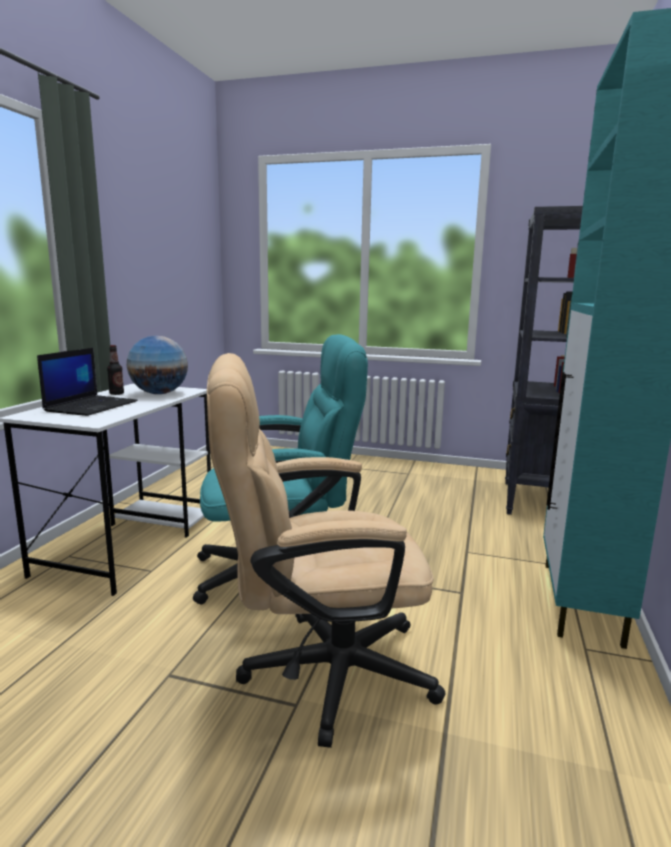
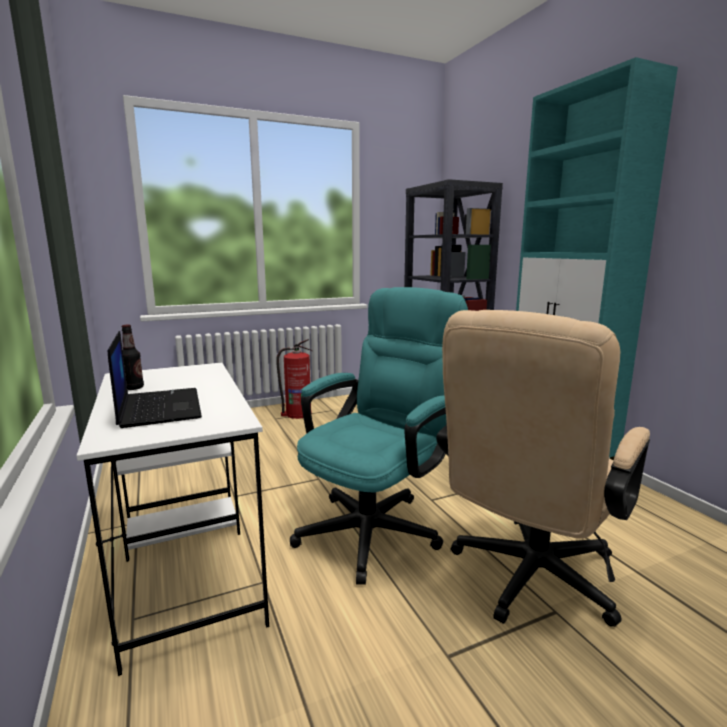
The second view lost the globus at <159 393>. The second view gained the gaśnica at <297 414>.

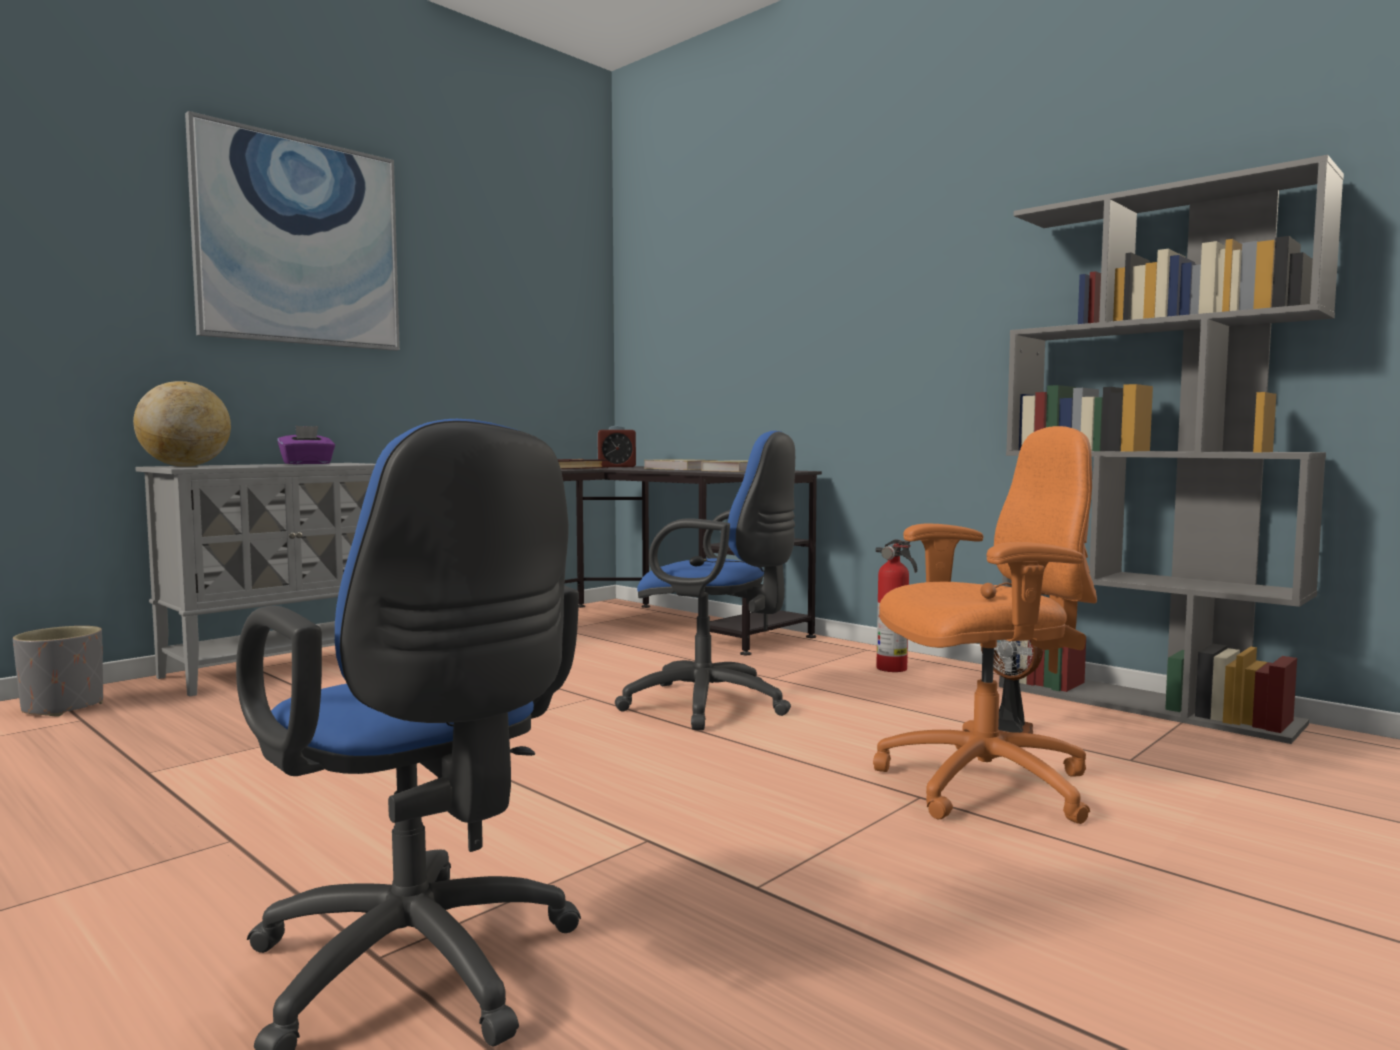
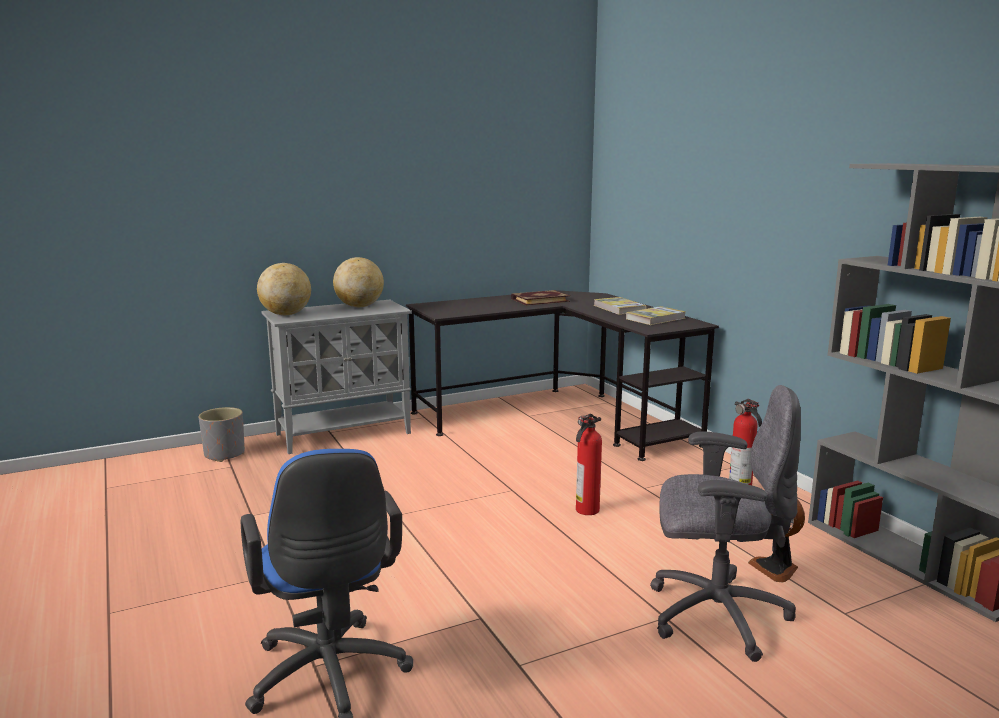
The second view lost the obraz at <299 242>. Where the pudełko chusteczek [fioletowy] stood at <307 463>, the globus came to stand at <359 306>. The second view lost the budzik at <616 467>. Where the krzesło biurowe [niebieski] stood at <714 706>, the gaśnica came to stand at <586 510>. What was the krzesło biurowe [pomarańczowy] at <981 784> turned into the krzesło biurowe [szary] at <715 615>.

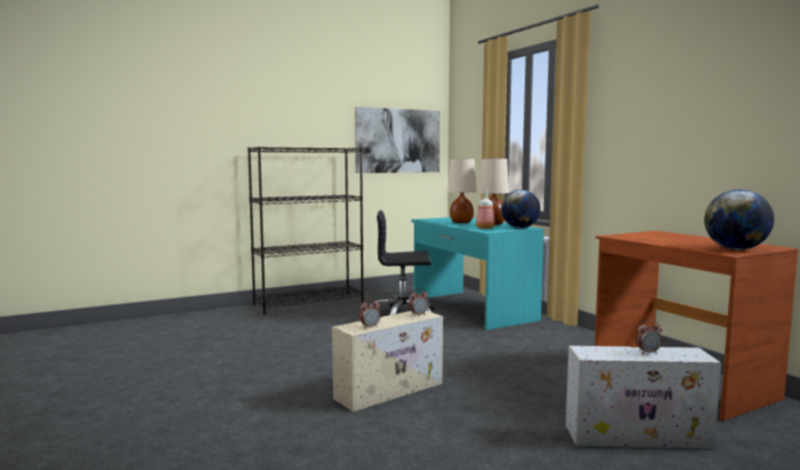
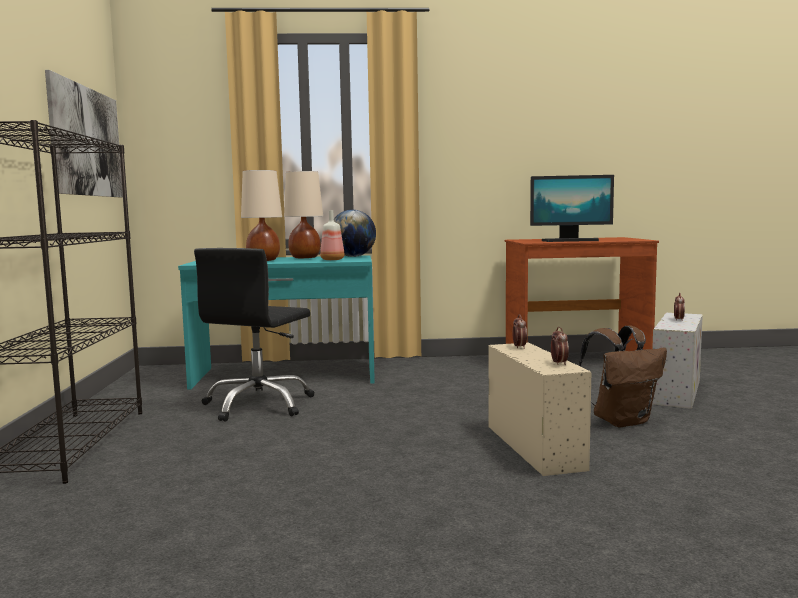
The second view lost the globus at <736 249>. The second view gained the monitor at <570 241>. The second view gained the plecak [brązowy] at <621 421>.

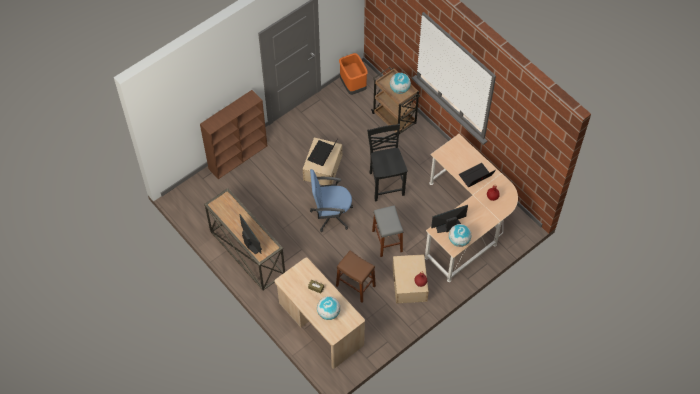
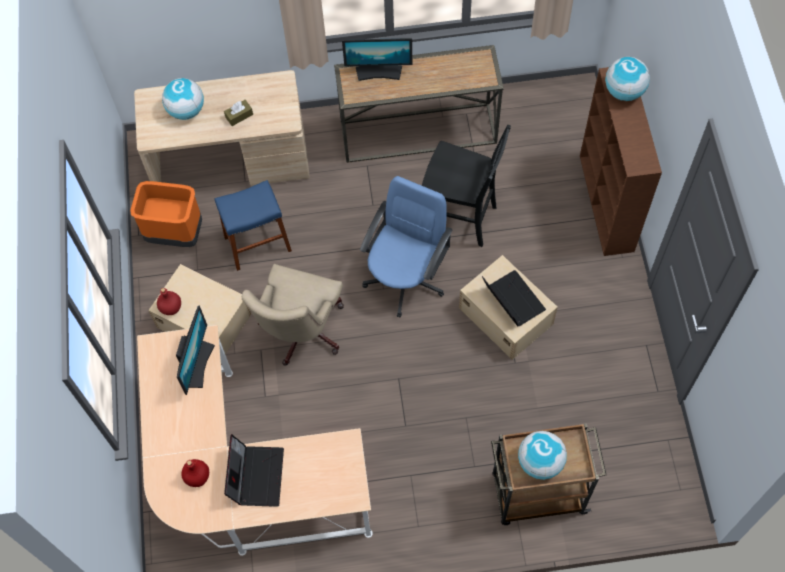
What was the stołek [brązowy] at <355 286> turned into the stołek [niebieski] at <257 244>. The kosz na śmieci [pomarańczowy] ended up elsewhere, having gone from <352 86> to <176 234>. The krzesło [czarny] ended up elsewhere, having gone from <386 183> to <460 218>. Where the stołek [szary] stood at <387 241>, the krzesło biurowe [beżowy] came to stand at <300 332>. The globus ended up elsewhere, having gone from <459 240> to <624 91>.

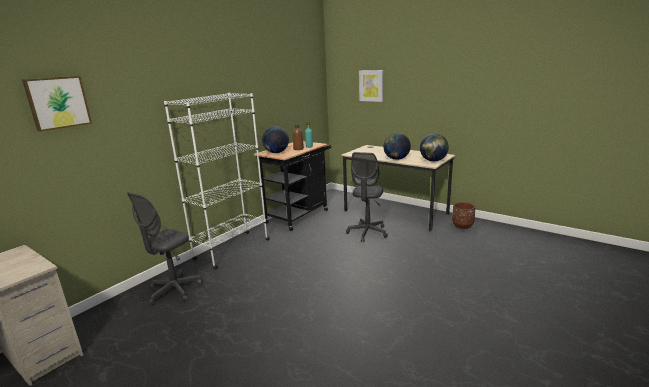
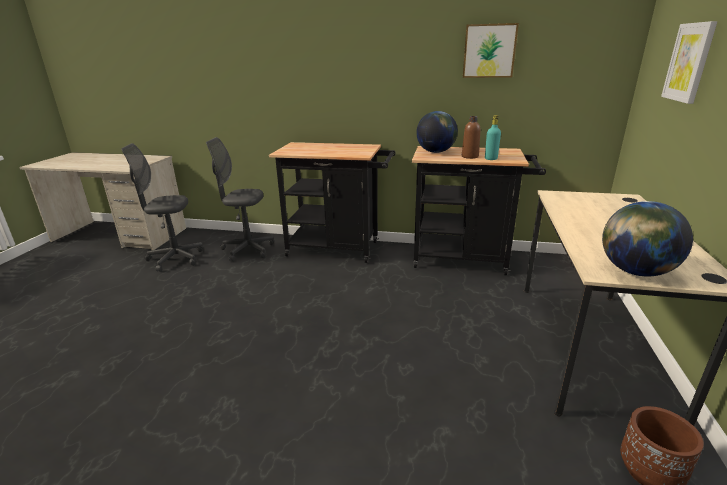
The obraz ended up elsewhere, having gone from <58 102> to <489 51>. Where the regał [biały] stood at <232 250>, the wózek [czarny] came to stand at <339 249>. The krzesło biurowe [szary] ended up elsewhere, having gone from <367 233> to <175 259>. The second view lost the globus at <396 159>.

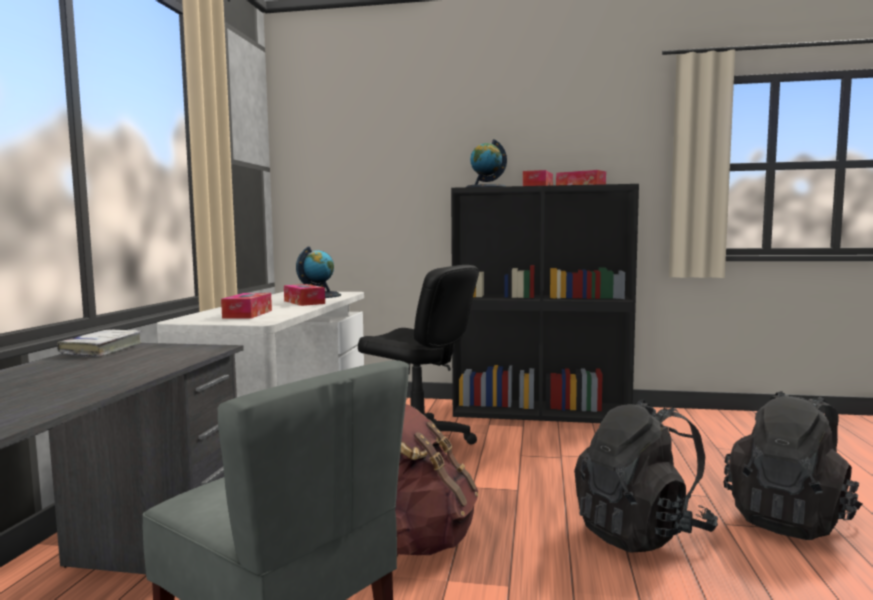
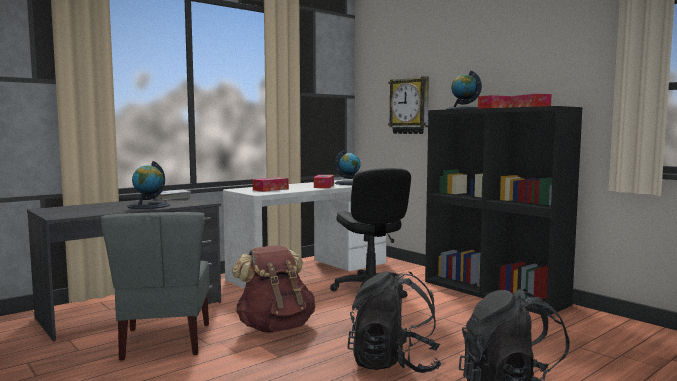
The second view gained the globus at <148 206>. The second view gained the zegar ścienny at <410 106>.

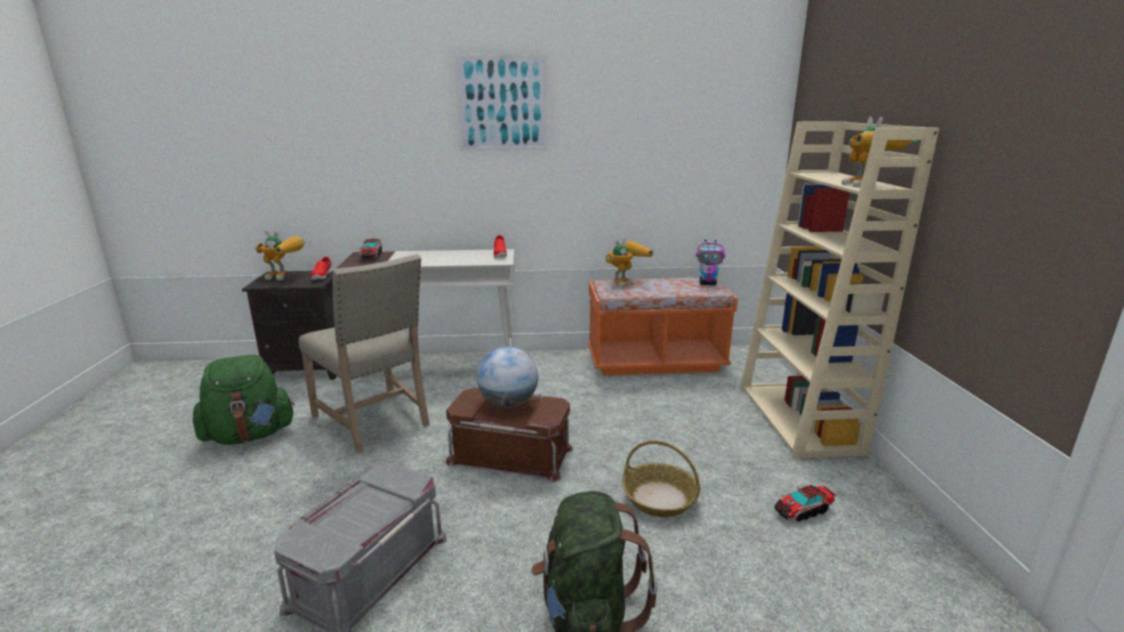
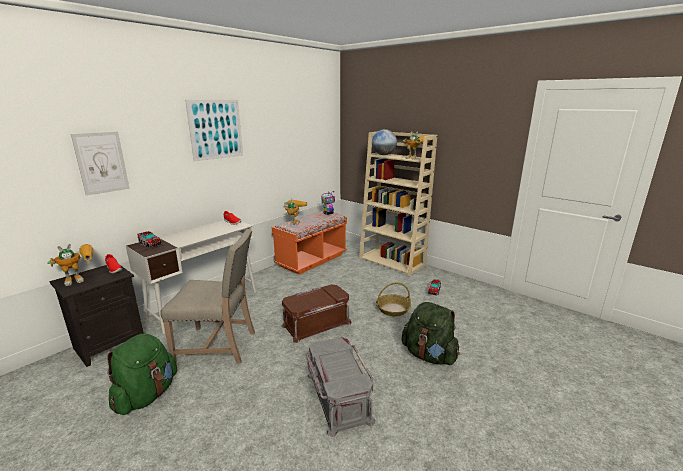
The globus ended up elsewhere, having gone from <508 404> to <383 155>. The second view gained the obraz at <101 163>.

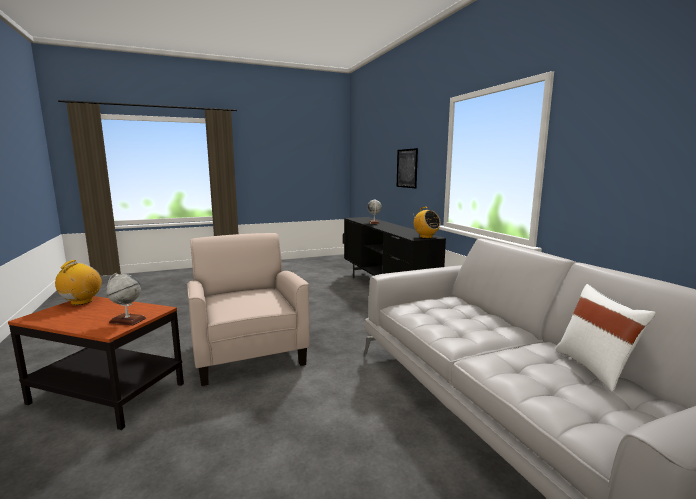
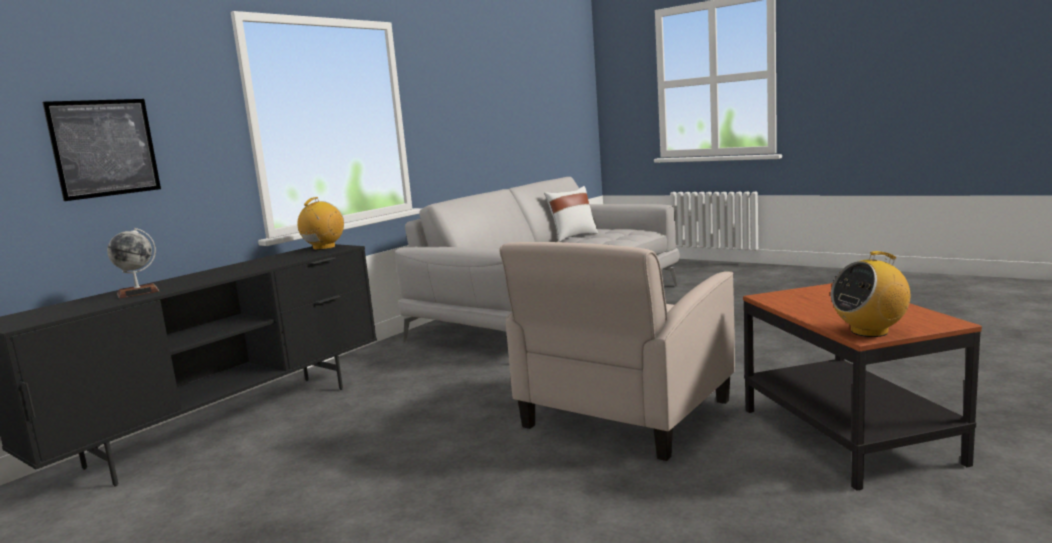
The second view lost the globus at <127 320>.

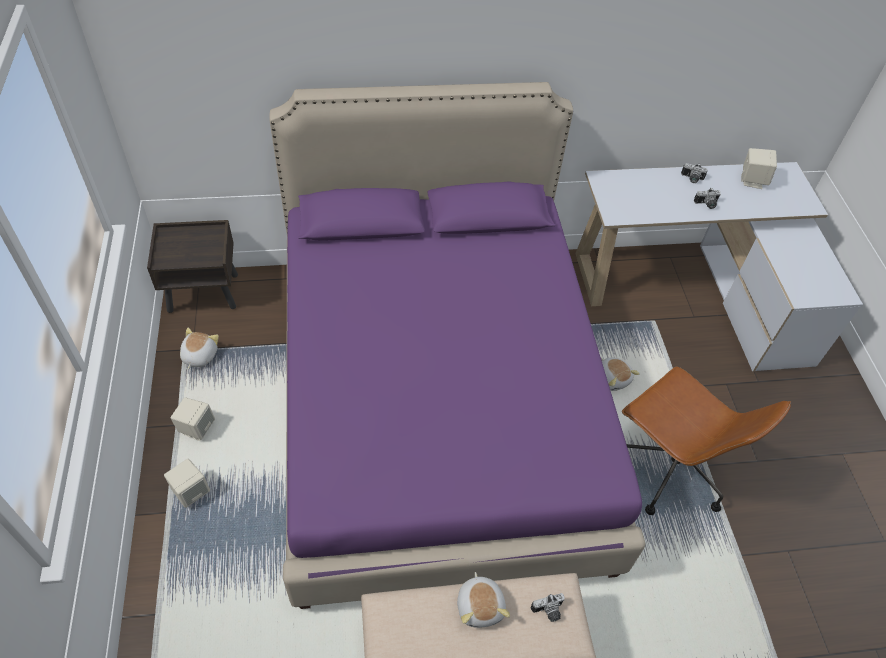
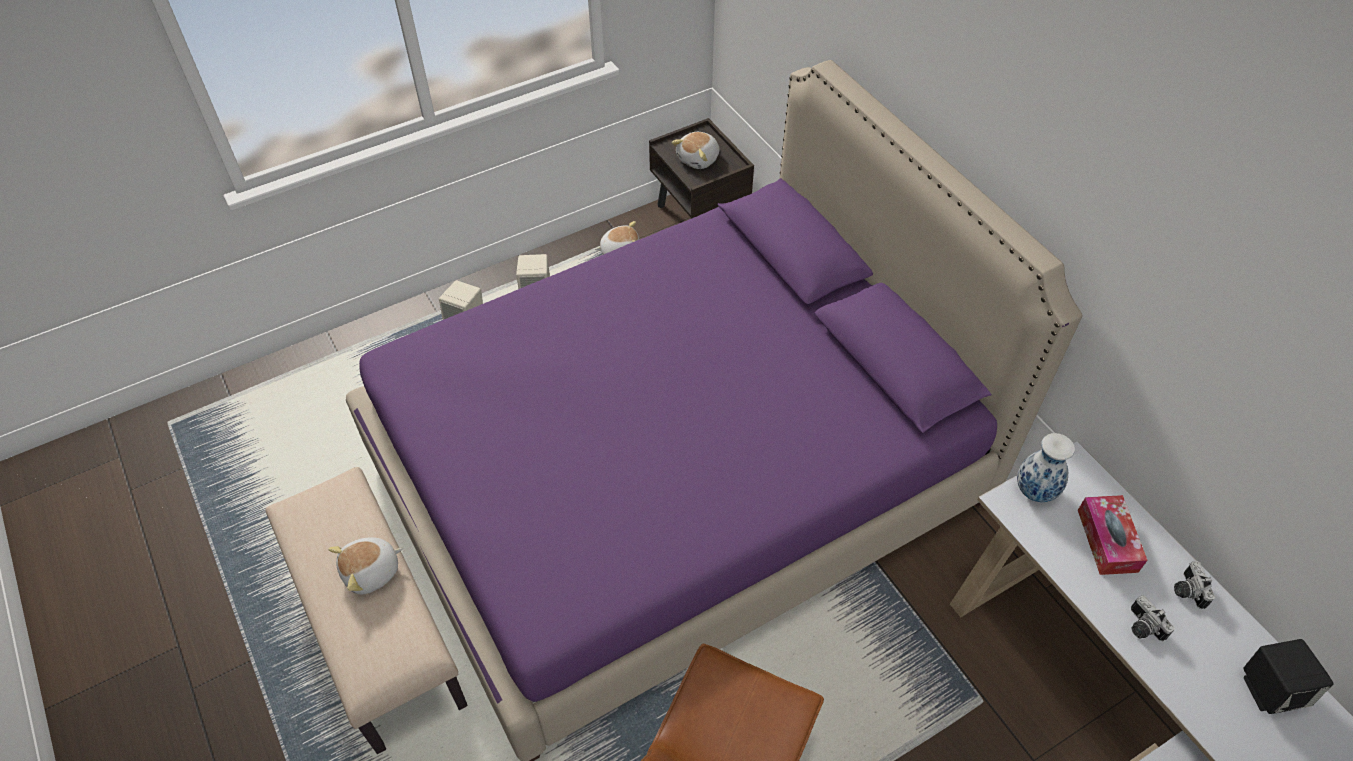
The second view lost the aparat fotograficzny at <548 612>. The pluszak ended up elsewhere, having gone from <612 378> to <699 159>. What was the głośnik [beżowy] at <752 180> turned into the głośnik [czarny] at <1270 689>. The second view gained the wazon at <1034 492>. The second view gained the pudełko chusteczek at <1107 540>.

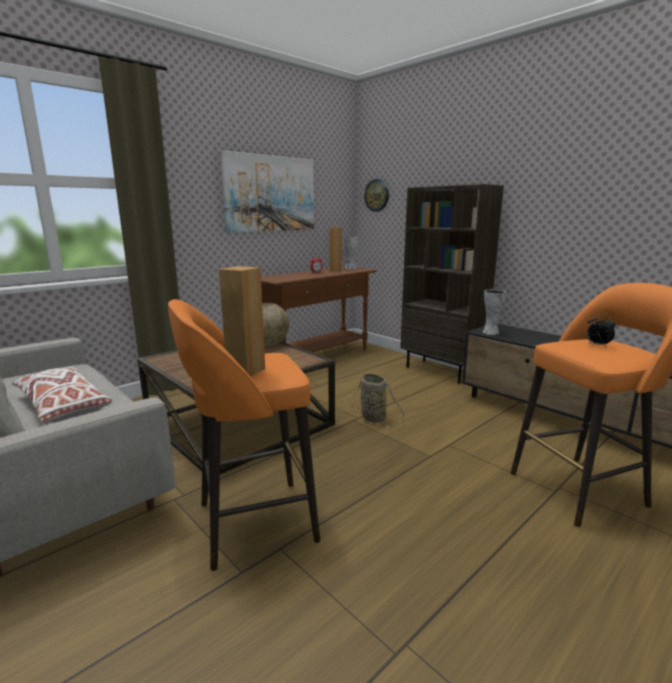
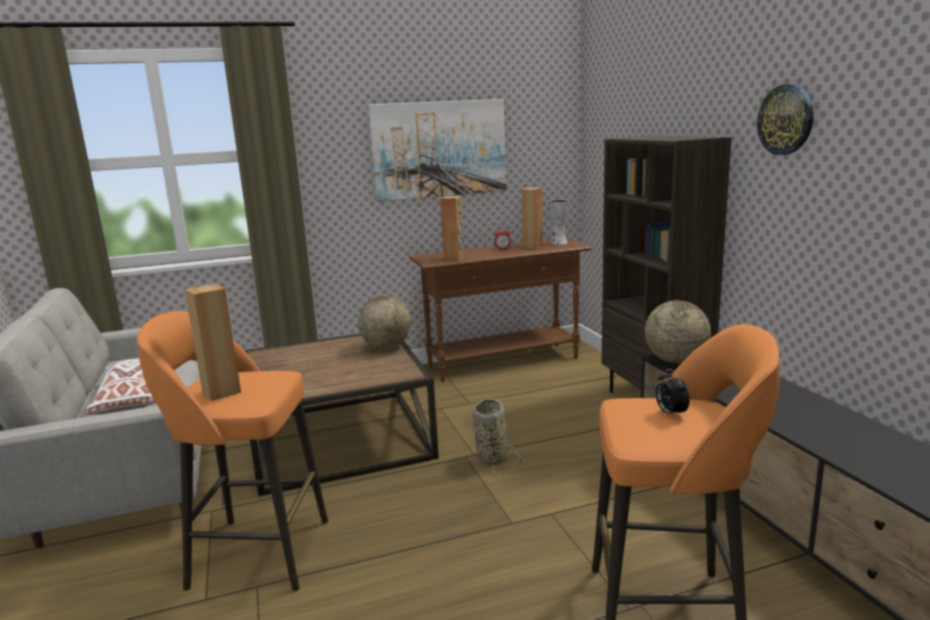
The zegar ścienny ended up elsewhere, having gone from <377 195> to <786 120>. Where the wazon stood at <489 332>, the globus came to stand at <675 361>. The second view gained the głośnik [brązowy] at <454 259>.

